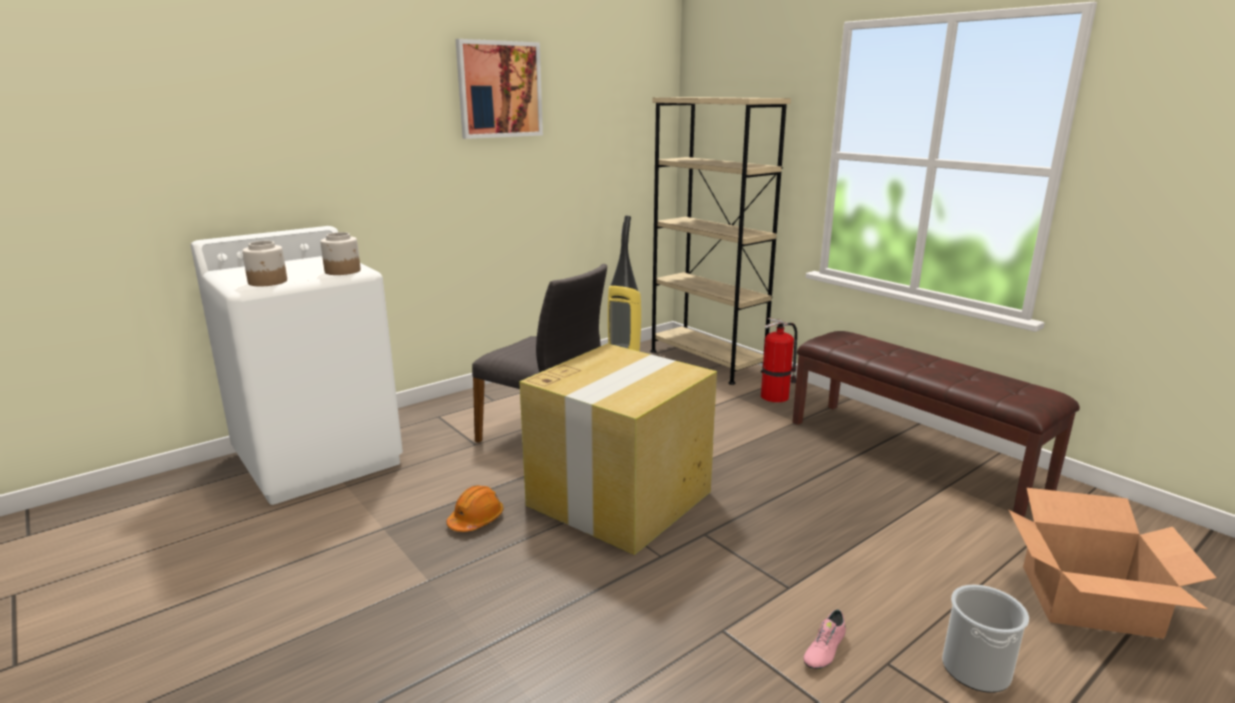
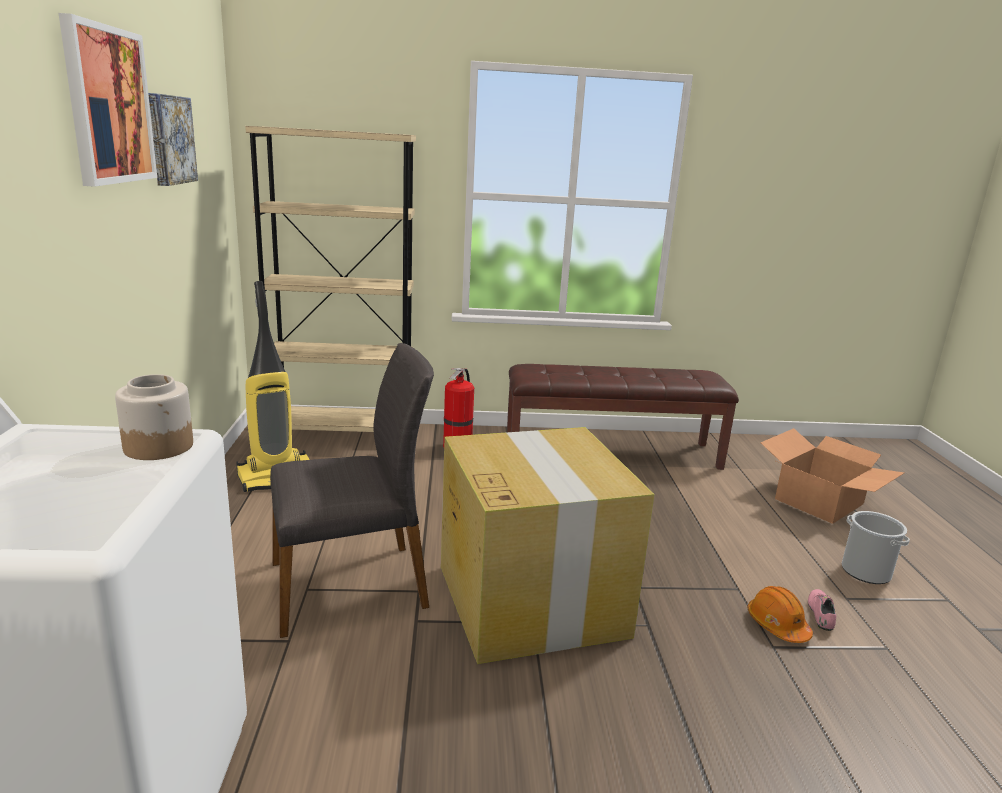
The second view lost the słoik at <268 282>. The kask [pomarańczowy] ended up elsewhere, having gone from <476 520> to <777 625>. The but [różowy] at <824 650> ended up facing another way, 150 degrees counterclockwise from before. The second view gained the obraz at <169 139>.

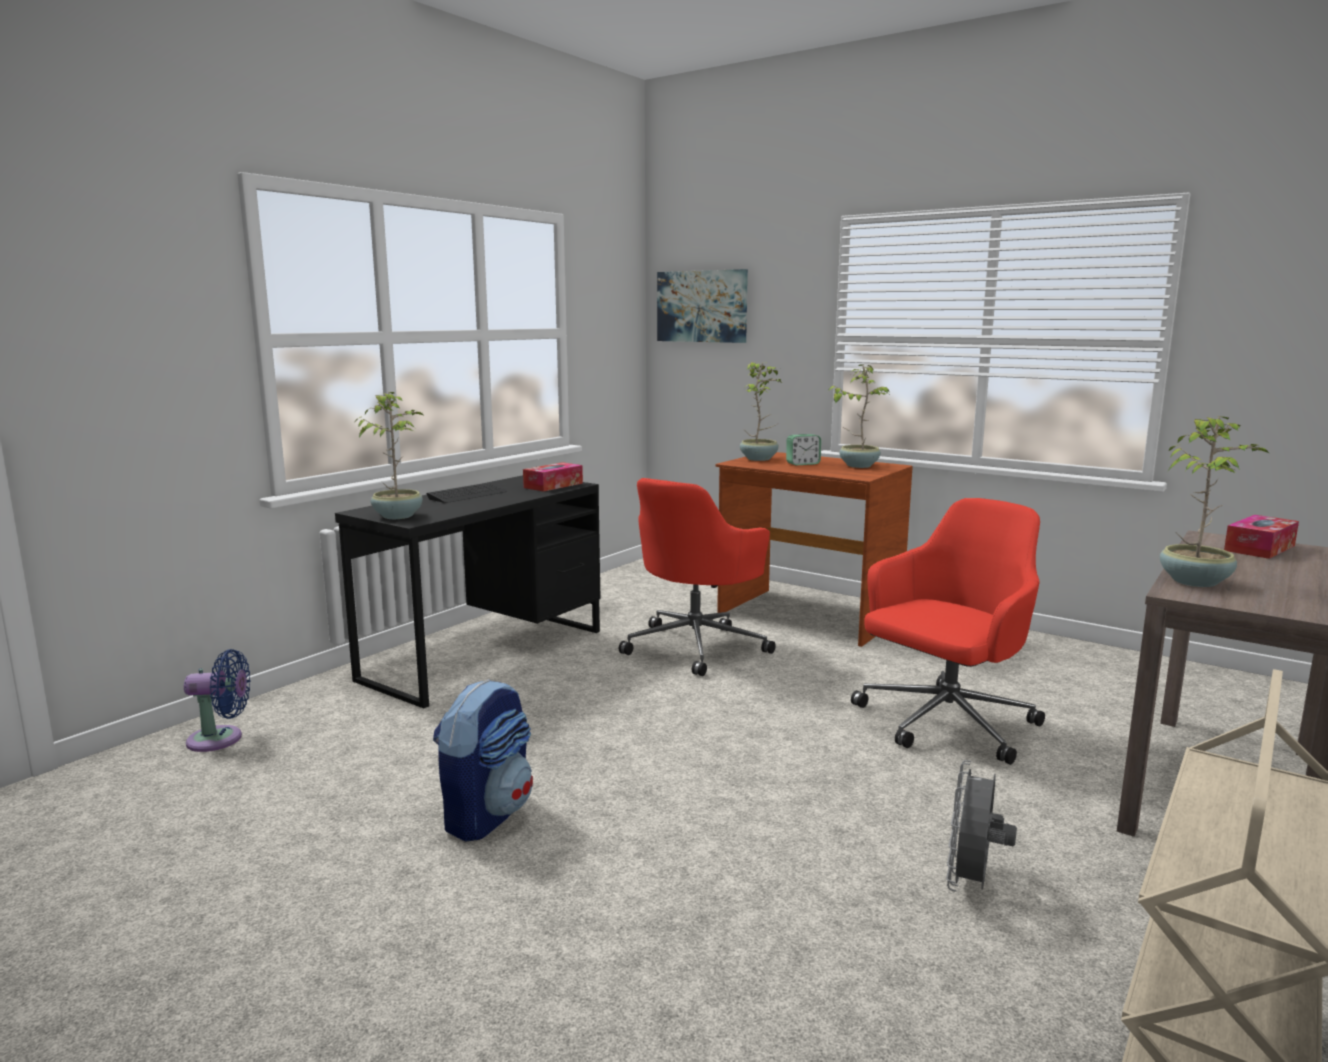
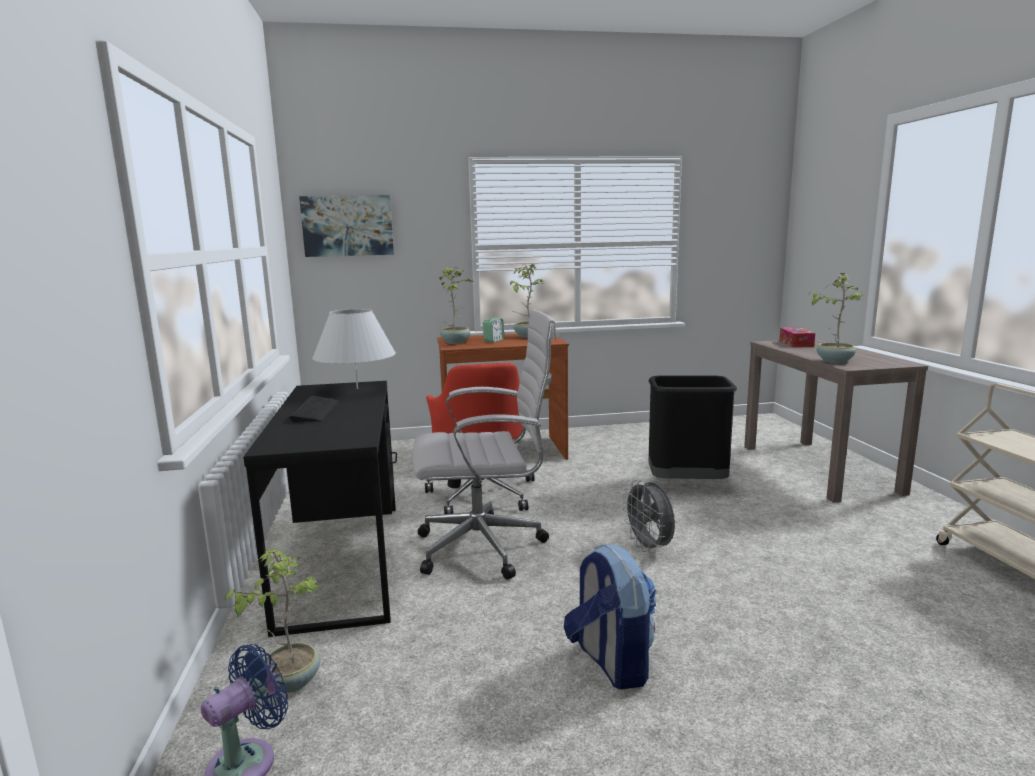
The roślina doniczkowa ended up elsewhere, having gone from <398 516> to <291 681>. Where the pudełko chusteczek stood at <553 485>, the lampa stołowa [biały] came to stand at <357 388>. Where the krzesło biurowe [czerwony] stood at <944 723>, the kosz na śmieci [czarny] came to stand at <687 484>. The wentylator [szary] ended up elsewhere, having gone from <971 884> to <649 547>. The second view gained the krzesło biurowe [biały] at <486 547>.

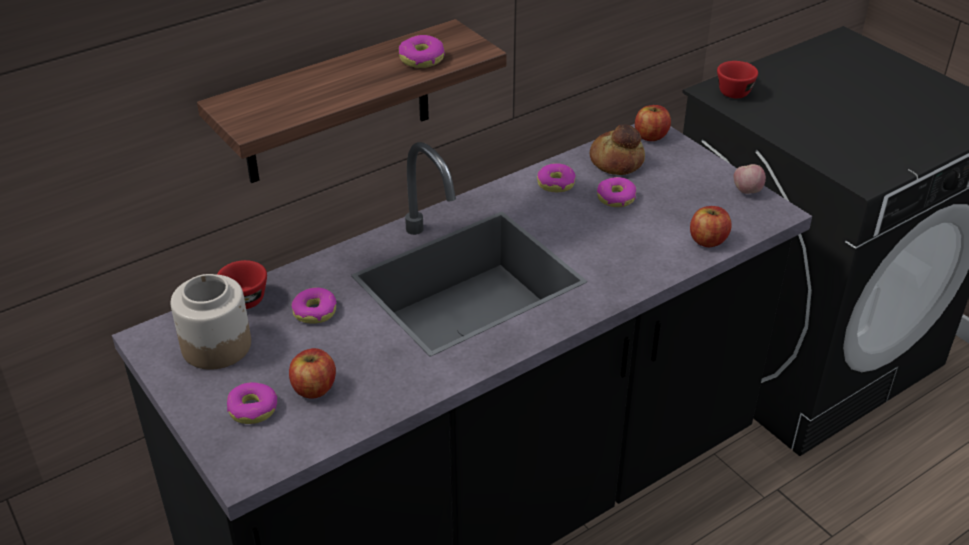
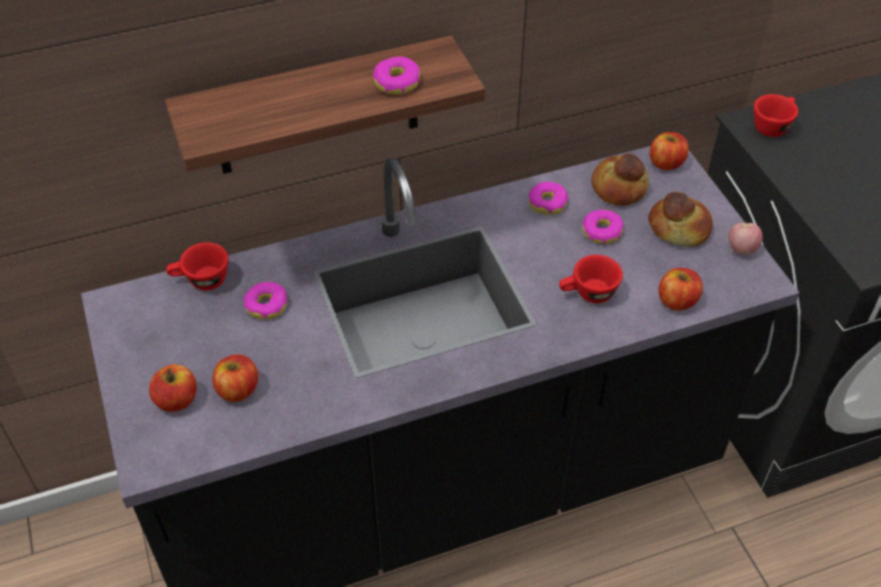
The second view lost the słoik at <216 345>. Where the donut stood at <253 409>, the jabłko came to stand at <177 400>. The second view gained the filiżanka [czerwony] at <588 294>. The second view gained the chleb at <679 228>.

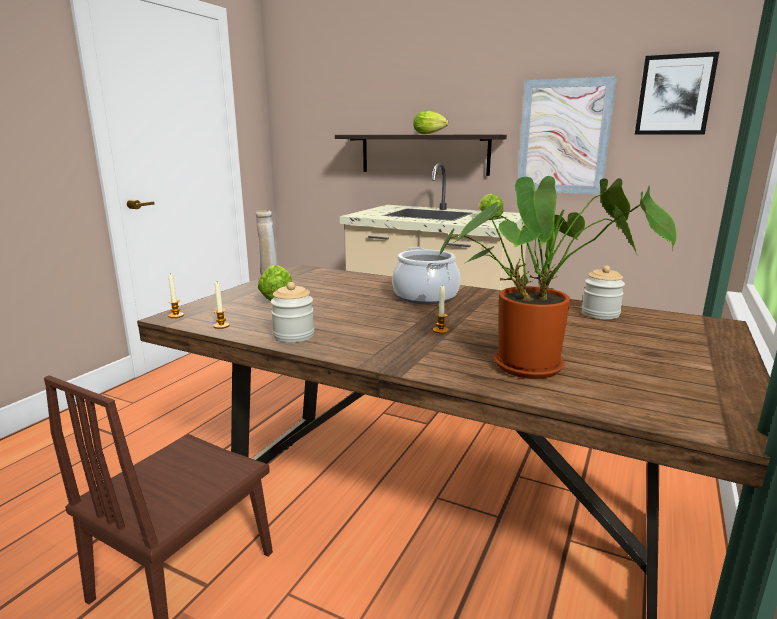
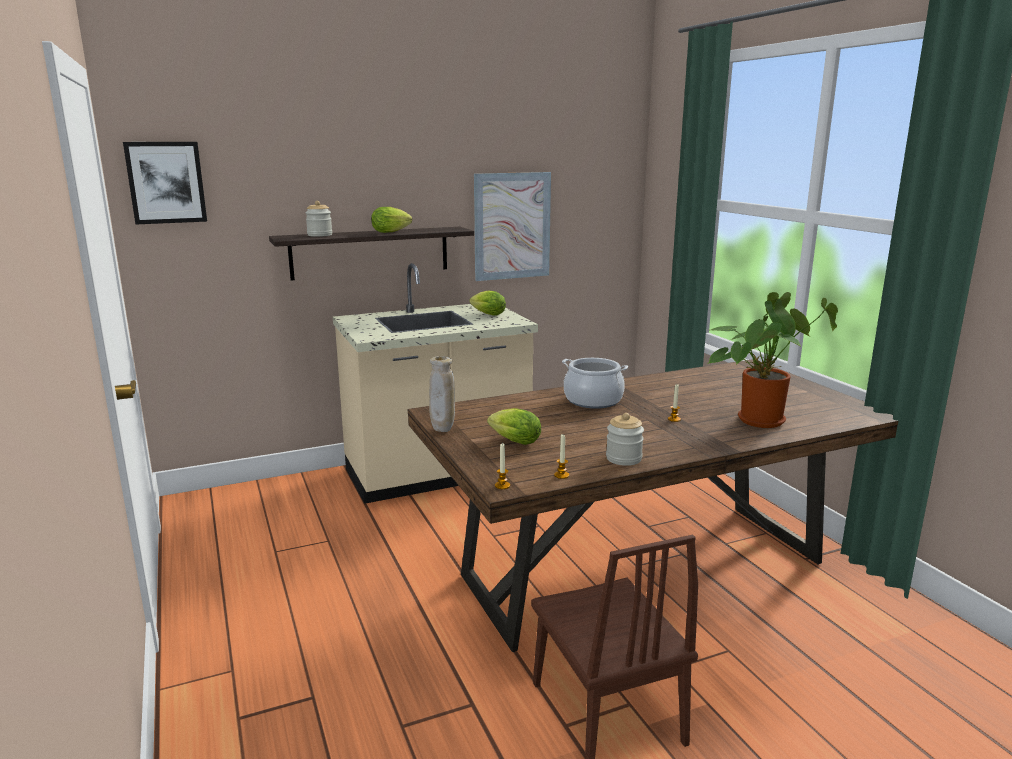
The słoik ended up elsewhere, having gone from <600 314> to <320 235>. The obraz ended up elsewhere, having gone from <674 95> to <166 182>.

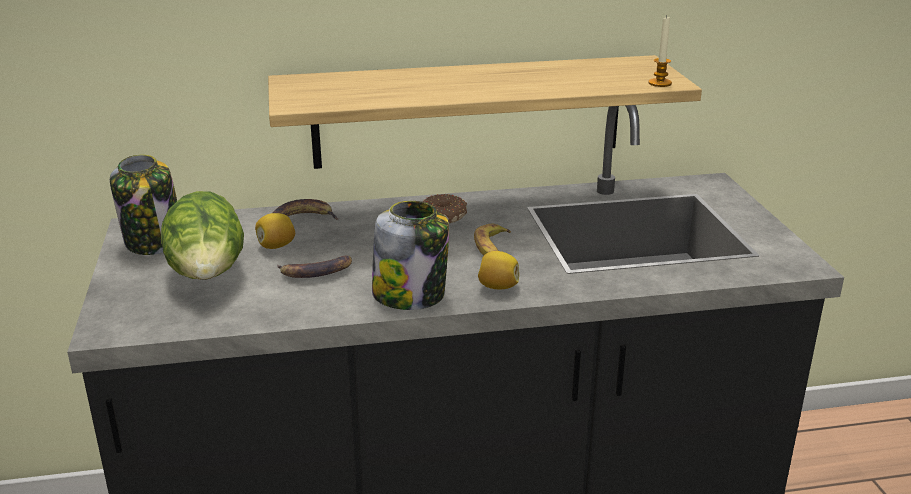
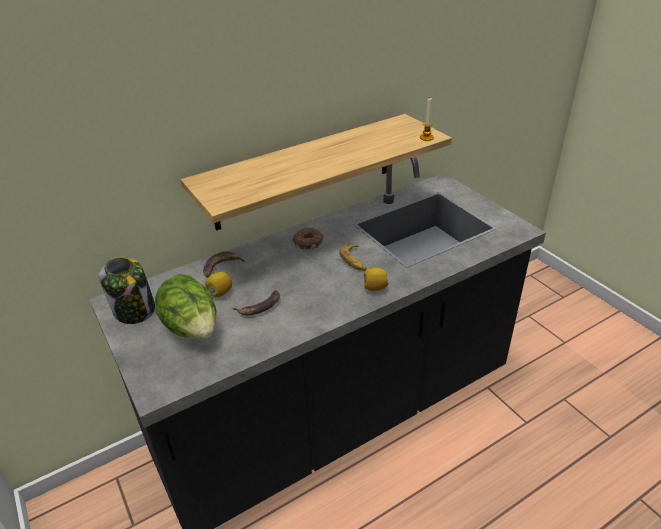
The second view lost the słoik at <410 295>.

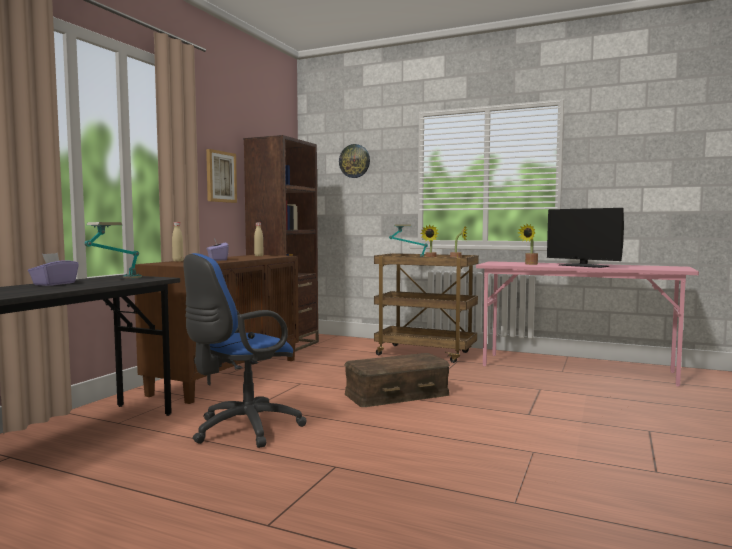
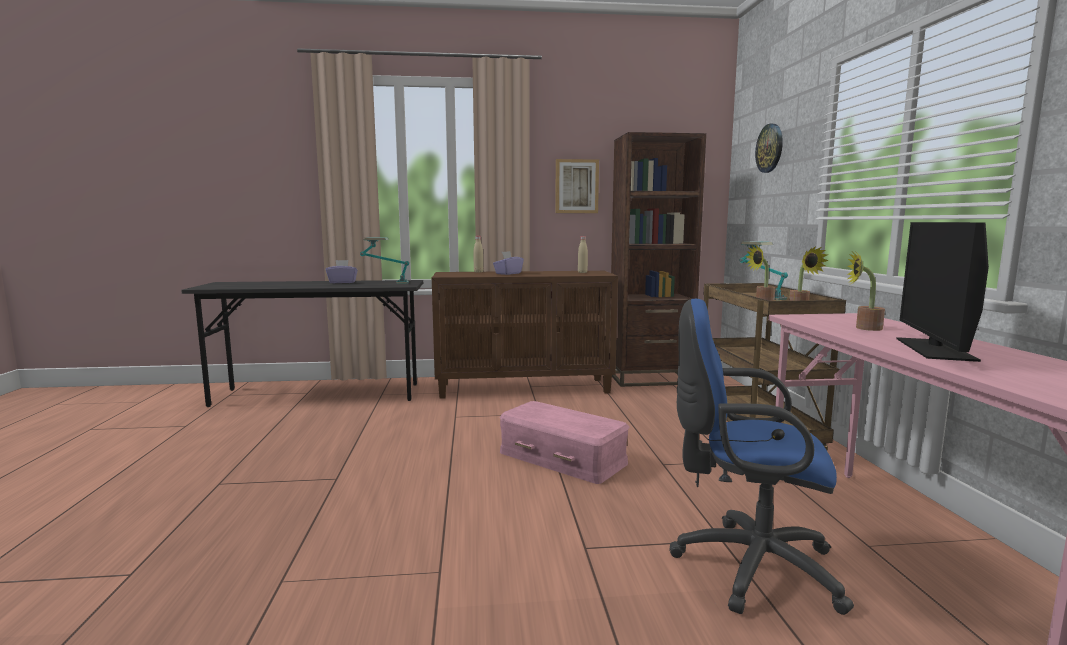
The krzesło biurowe [niebieski] ended up elsewhere, having gone from <242 429> to <747 566>. What was the pojemnik do przechowywania [brązowy] at <396 394> turned into the pojemnik do przechowywania [różowy] at <563 457>.

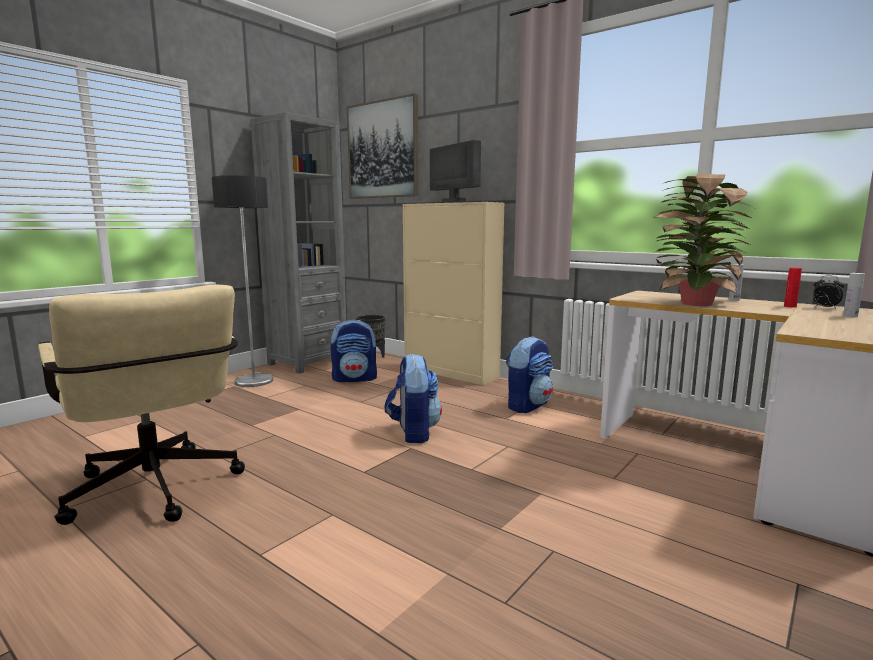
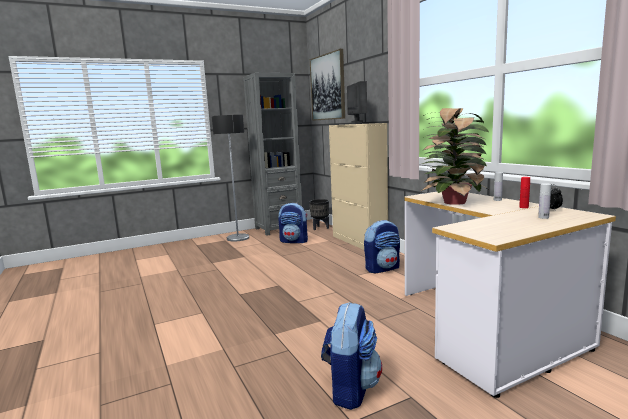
The second view lost the krzesło biurowe [beżowy] at <157 494>. The plecak ended up elsewhere, having gone from <413 432> to <350 388>.

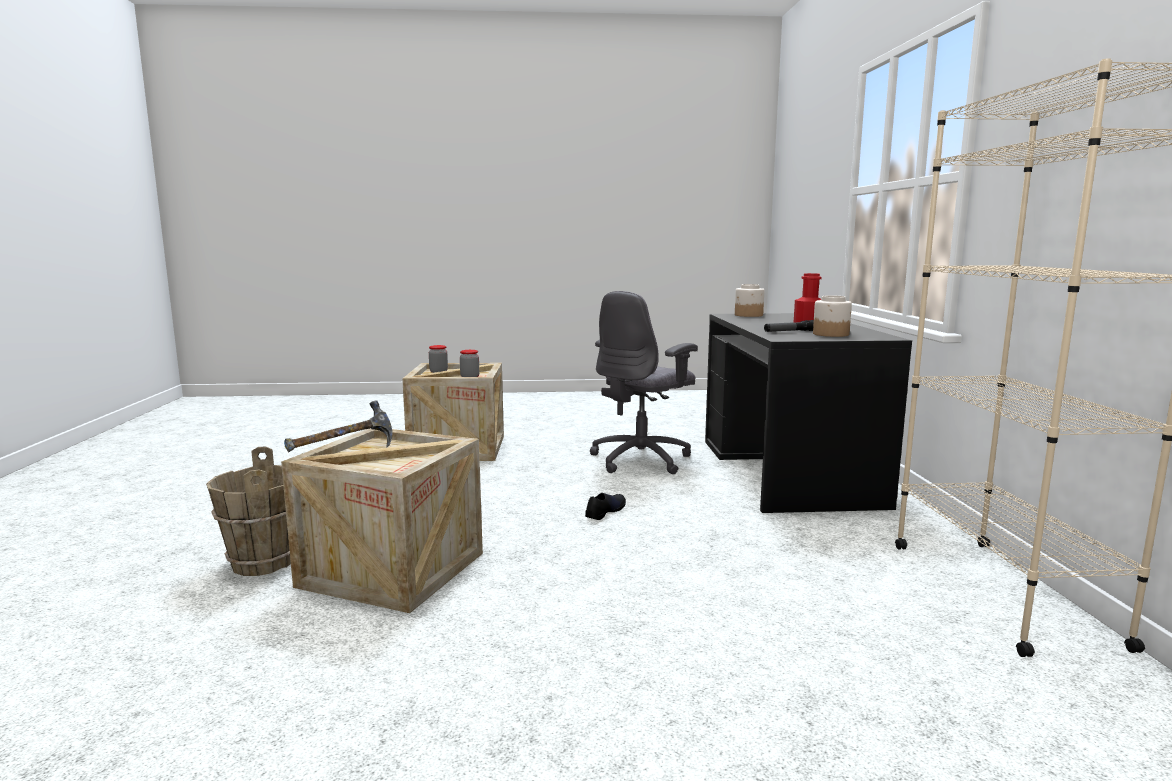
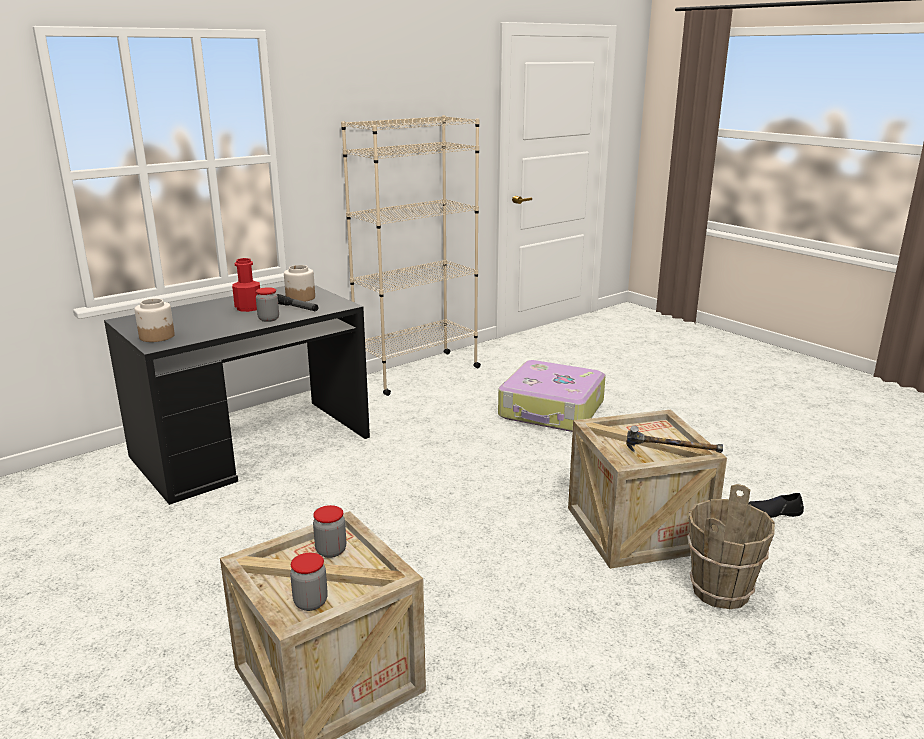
The but [czarny] ended up elsewhere, having gone from <605 511> to <774 512>. The second view lost the krzesło biurowe [szary] at <642 460>. The second view gained the słoik at <268 319>. The second view gained the walizka at <552 410>.

